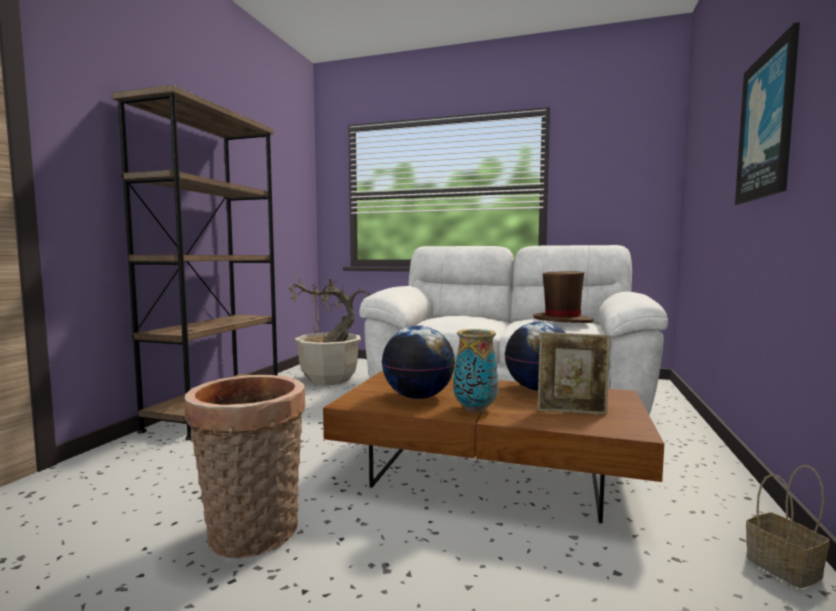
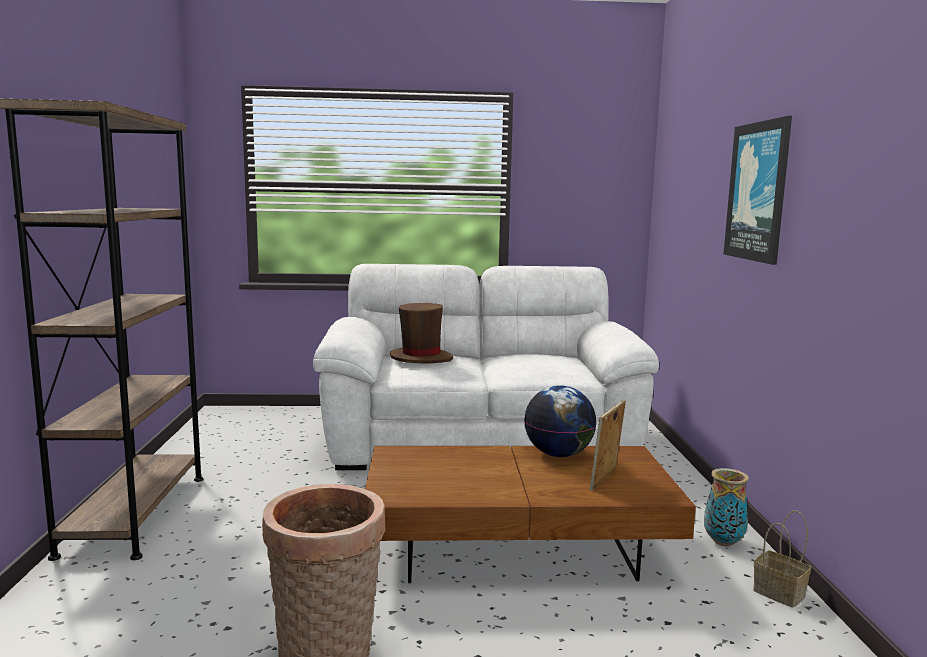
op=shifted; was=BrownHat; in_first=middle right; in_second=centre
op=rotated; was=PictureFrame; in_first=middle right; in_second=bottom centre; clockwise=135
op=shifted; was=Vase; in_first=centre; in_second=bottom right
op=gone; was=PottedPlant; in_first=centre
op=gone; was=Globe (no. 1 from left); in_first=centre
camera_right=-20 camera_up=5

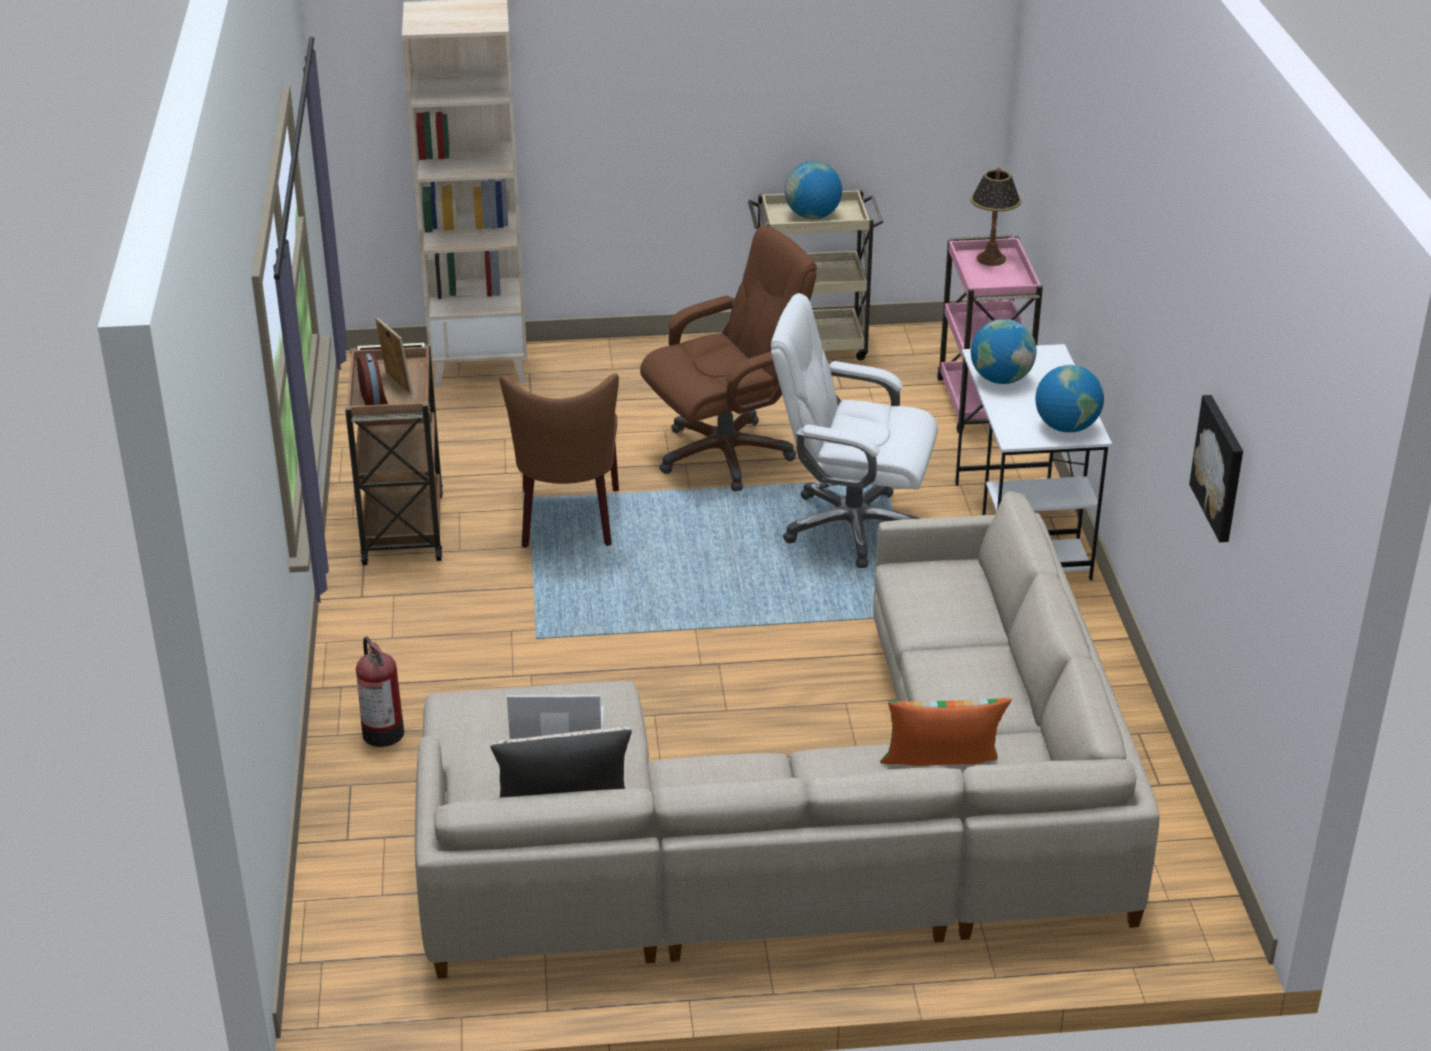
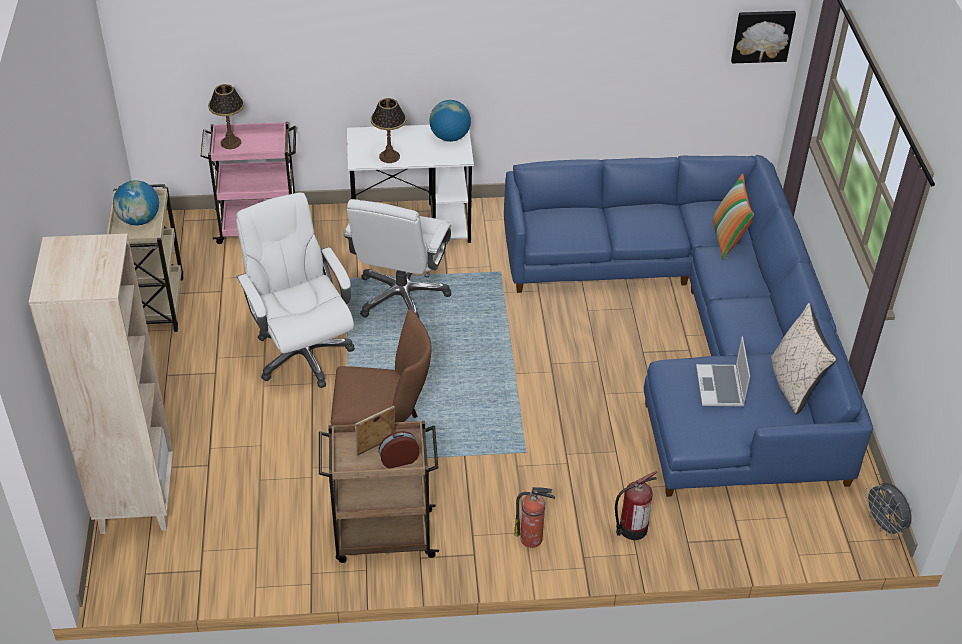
op=repainted; was=BrownOfficeChair; now=WhiteOfficeChair (no. 1 from left); in_first=centre; in_second=middle left
op=swapped; was=Globe (no. 2 from left); now=TableLamp (no. 2 from left); in_first=middle right; in_second=top centre
op=repainted; was=BeigeSofa; now=BlueSofa; in_first=bottom centre; in_second=middle right
op=new; now=FireExtinguisher (no. 1 from left); in_second=bottom centre
op=shifted; was=Picture; in_first=middle right; in_second=top right
op=new; now=GreyFan; in_second=bottom right
camera_right=-90 camera_up=10

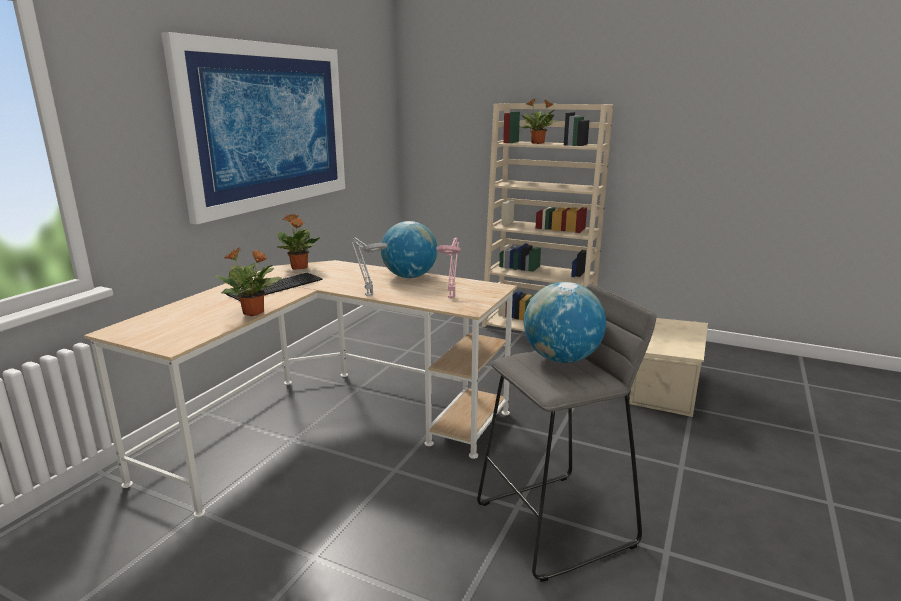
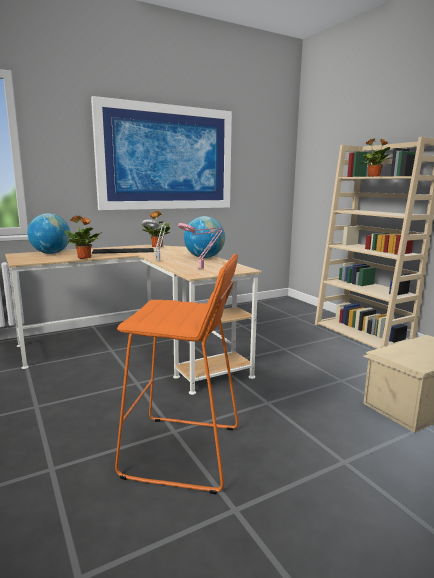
op=shifted; was=Globe (no. 2 from left in the first image); now=Globe (no. 1 from left); in_first=centre; in_second=middle left
op=repainted; was=GreyStool; now=OrangeStool; in_first=bottom centre; in_second=centre
camera_right=35 camera_up=-5

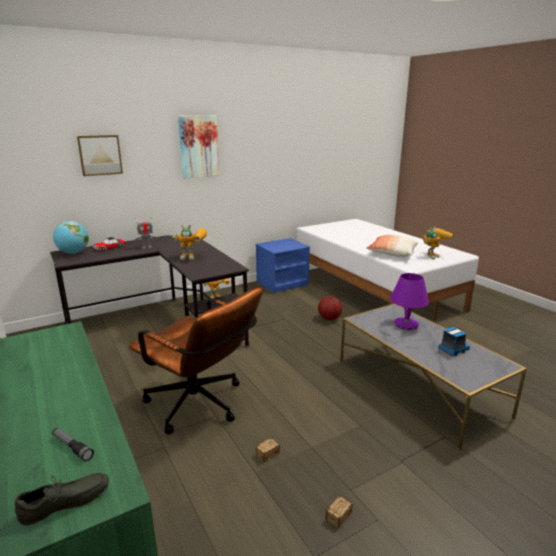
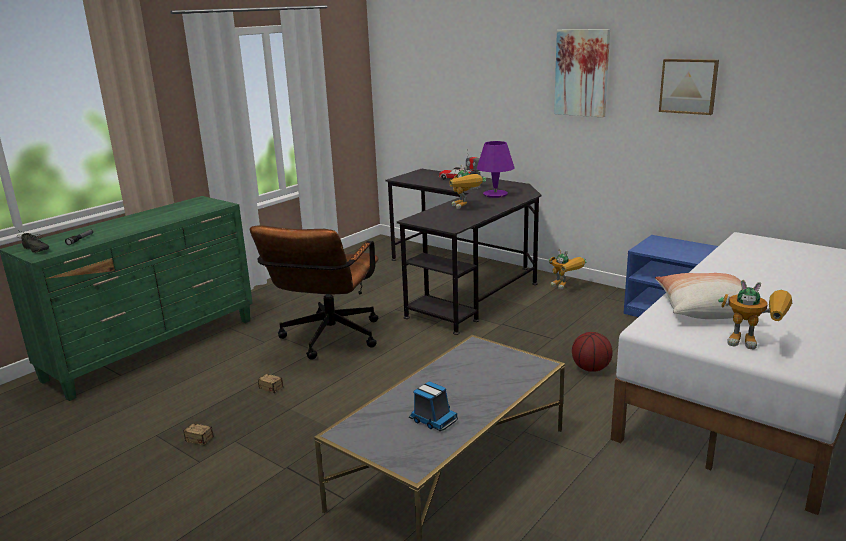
op=shifted; was=PurpleTableLamp; in_first=middle right; in_second=top centre
op=shifted; was=Picture (no. 1 from left in the first image); now=Picture (no. 2 from left); in_first=top left; in_second=top right
op=gone; was=Globe; in_first=middle left
camera_right=70 camera_up=0

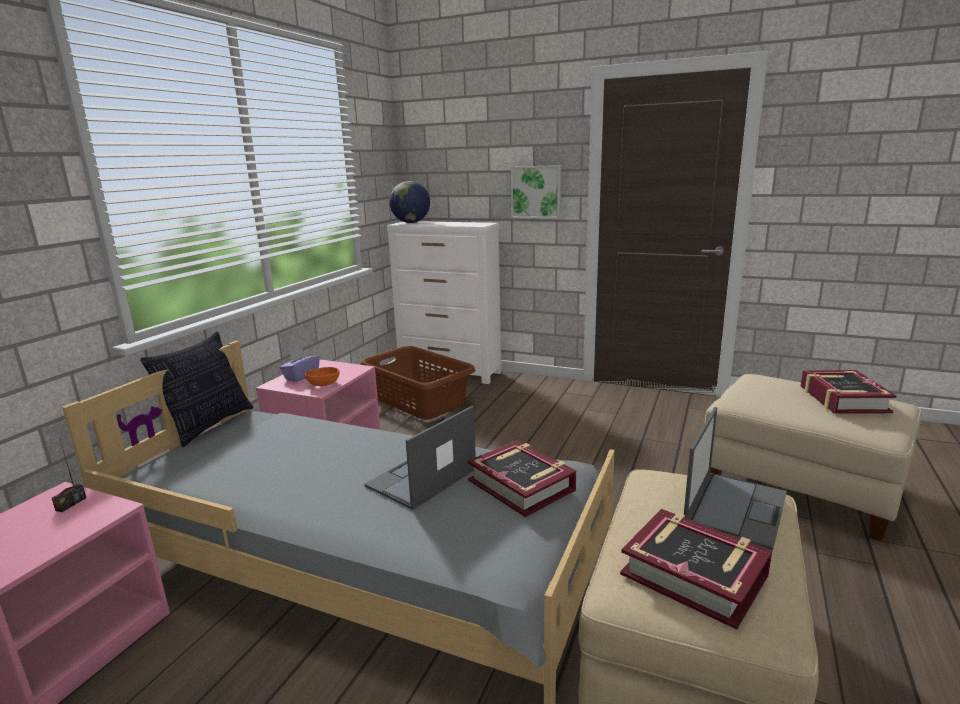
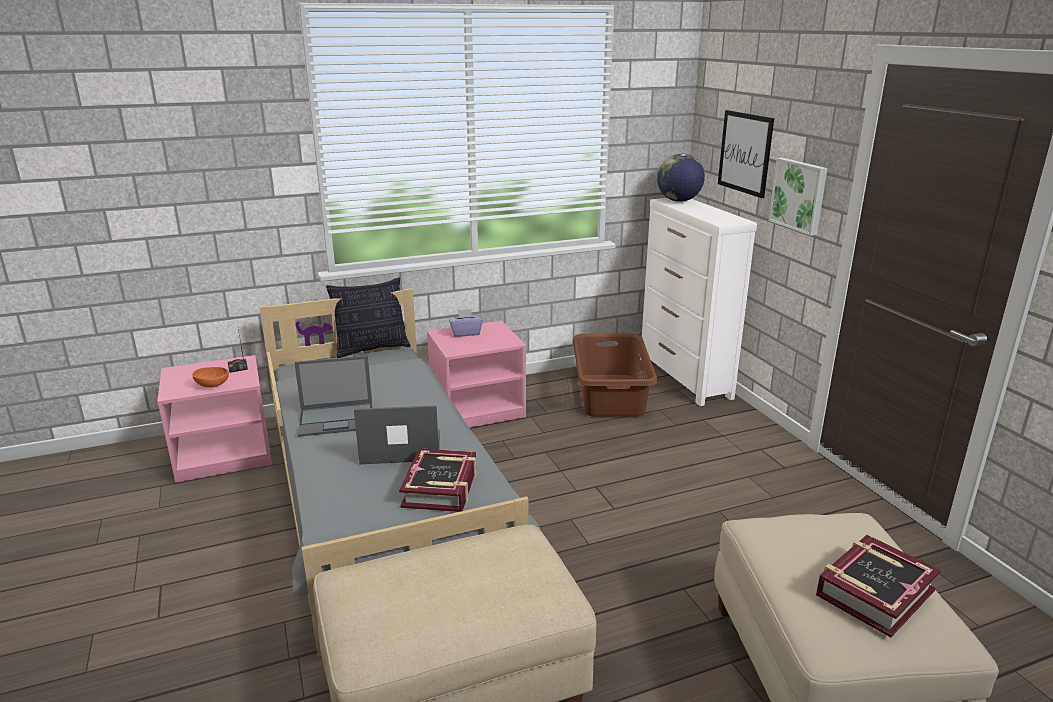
op=shifted; was=OrangeBowl; in_first=centre; in_second=middle left
op=shifted; was=Laptop (no. 2 from left in the first image); now=Laptop (no. 1 from left); in_first=bottom right; in_second=middle left
op=new; now=Picture (no. 1 from left); in_second=top right
op=gone; was=Book (no. 2 from left); in_first=bottom right
camera_right=45 camera_up=5

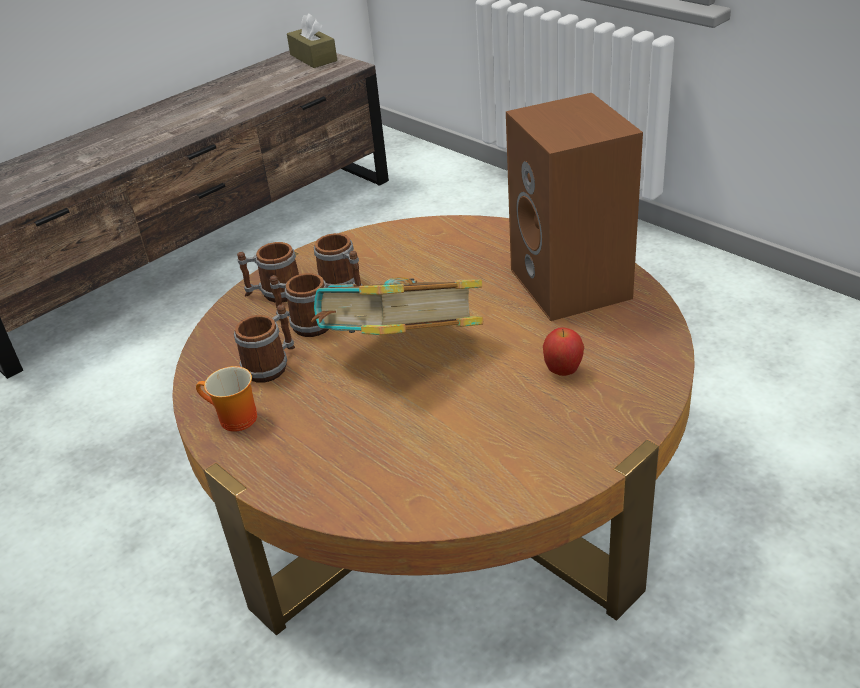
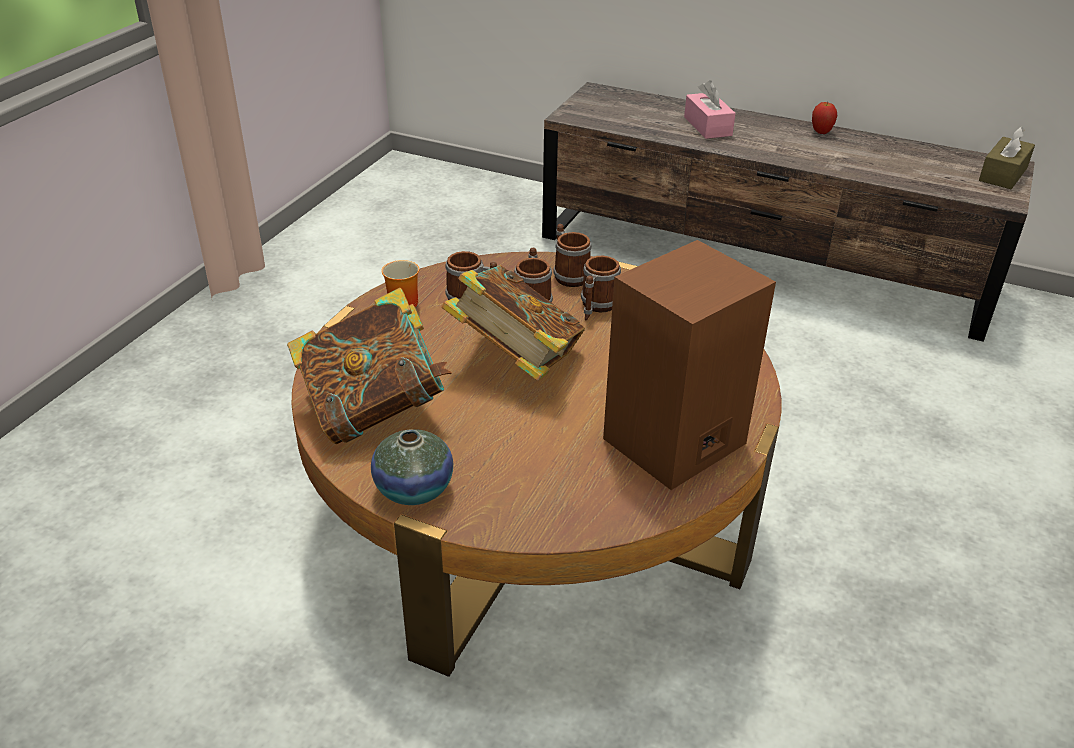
op=new; now=Book (no. 1 from left); in_second=centre
op=new; now=Vase; in_second=centre
op=new; now=PinkTissueBox; in_second=top centre
op=shifted; was=Apple; in_first=centre; in_second=top right
camera_right=65 camera_up=0

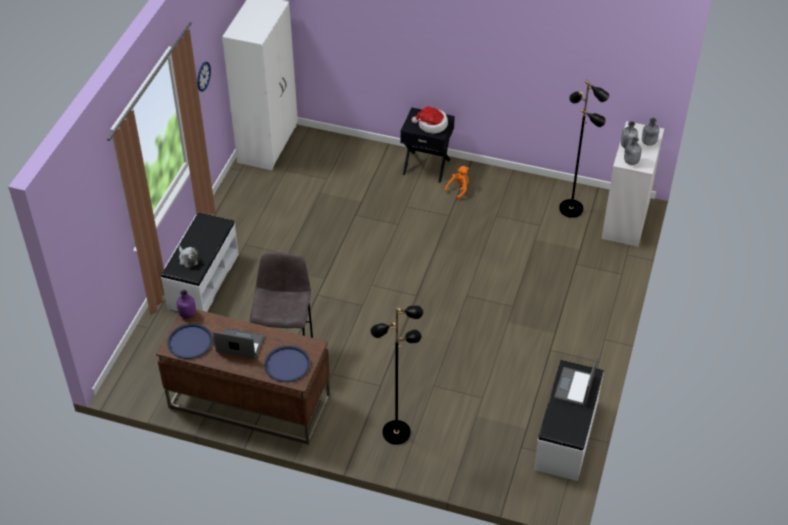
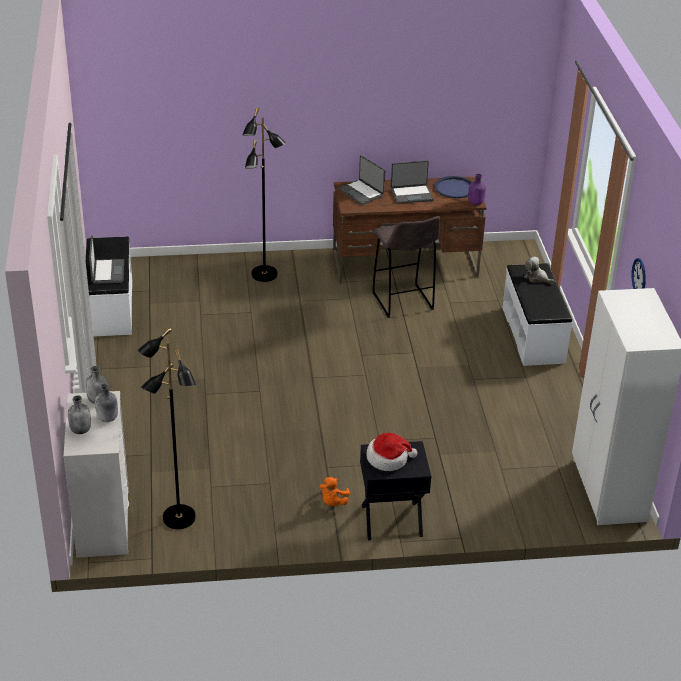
op=swapped; was=BlueTray (no. 2 from left); now=Laptop (no. 2 from left); in_first=bottom centre; in_second=top centre
camera_right=155 camera_up=-10

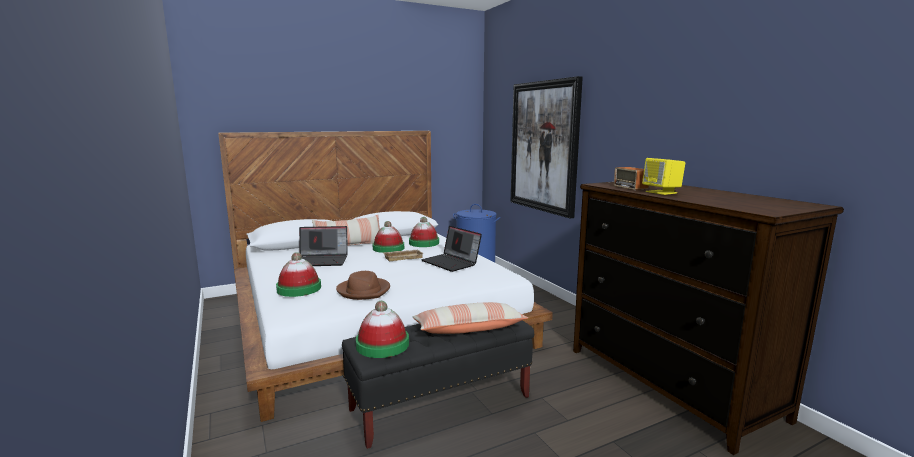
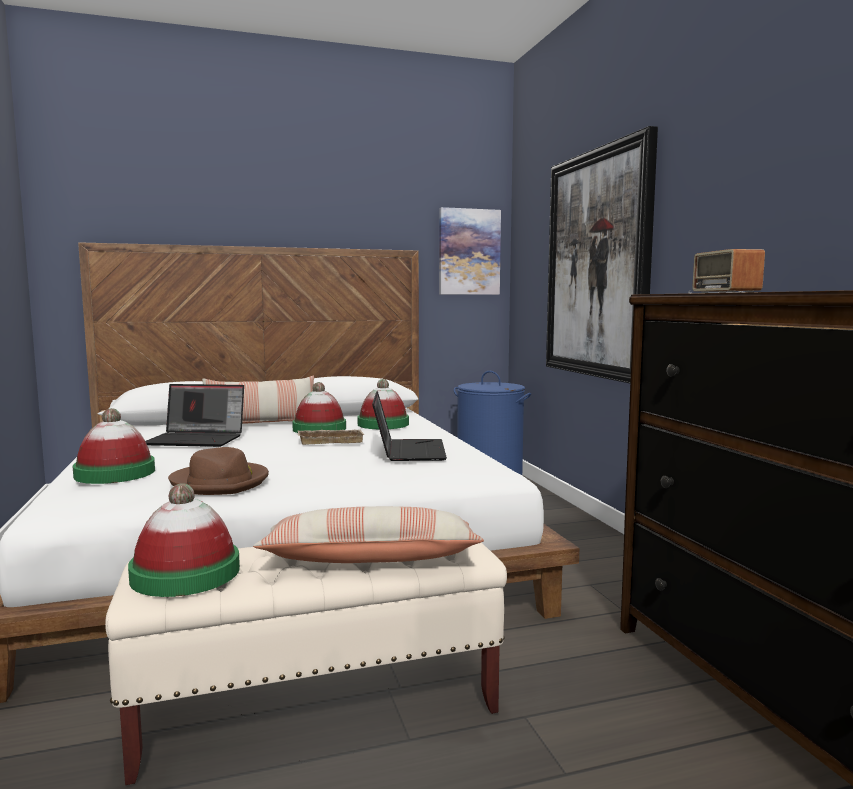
op=repainted; was=BlackBench; now=BeigeBench; in_first=bottom centre; in_second=bottom centre
op=rotated; was=Laptop (no. 2 from left); in_first=centre; in_second=centre; clockwise=-150
op=new; now=Picture (no. 1 from left); in_second=top centre
op=gone; was=YellowSpeaker; in_first=middle right
camera_right=10 camera_up=-5

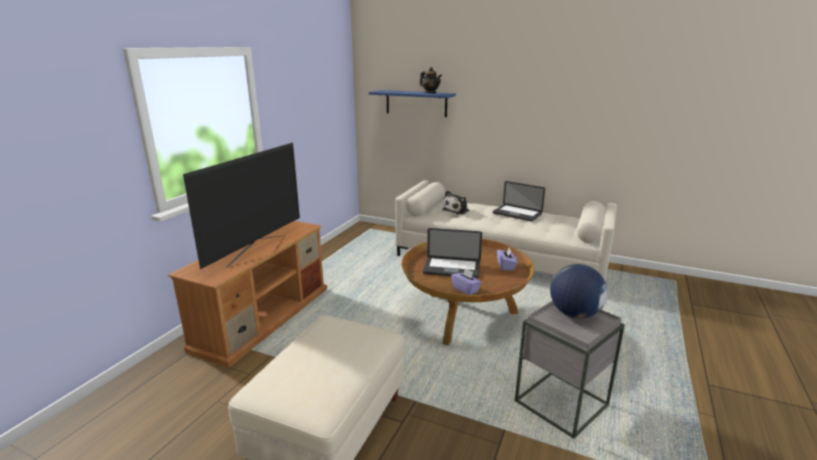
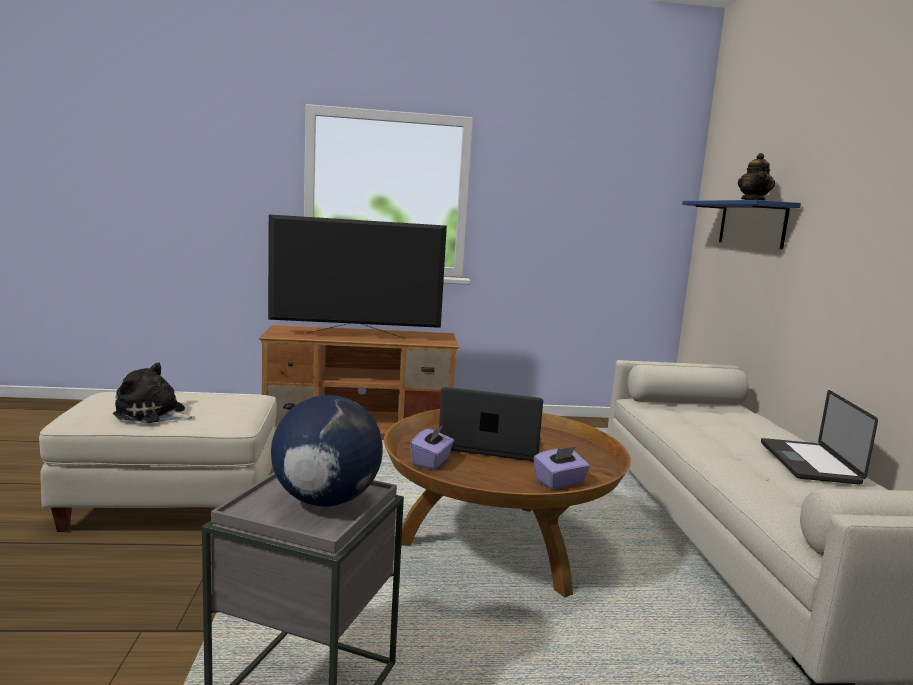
op=shifted; was=PlushToy; in_first=centre; in_second=middle left
op=rotated; was=Laptop (no. 1 from left); in_first=centre; in_second=centre; clockwise=120
camera_right=60 camera_up=-10

